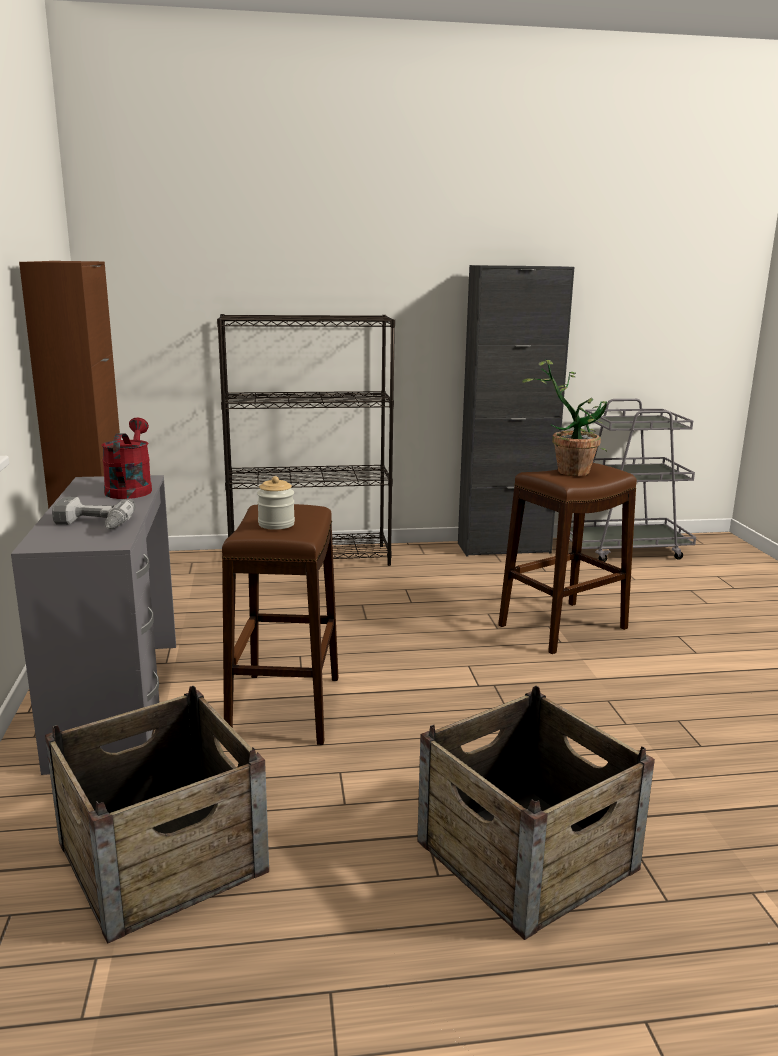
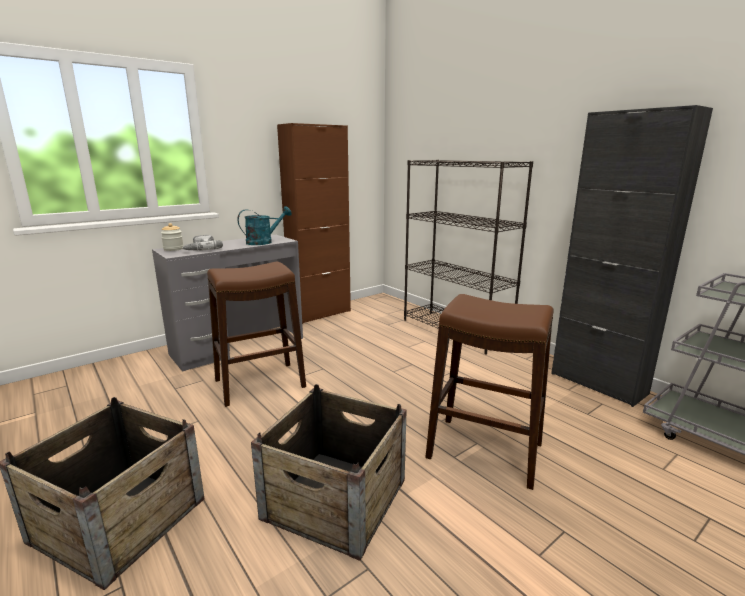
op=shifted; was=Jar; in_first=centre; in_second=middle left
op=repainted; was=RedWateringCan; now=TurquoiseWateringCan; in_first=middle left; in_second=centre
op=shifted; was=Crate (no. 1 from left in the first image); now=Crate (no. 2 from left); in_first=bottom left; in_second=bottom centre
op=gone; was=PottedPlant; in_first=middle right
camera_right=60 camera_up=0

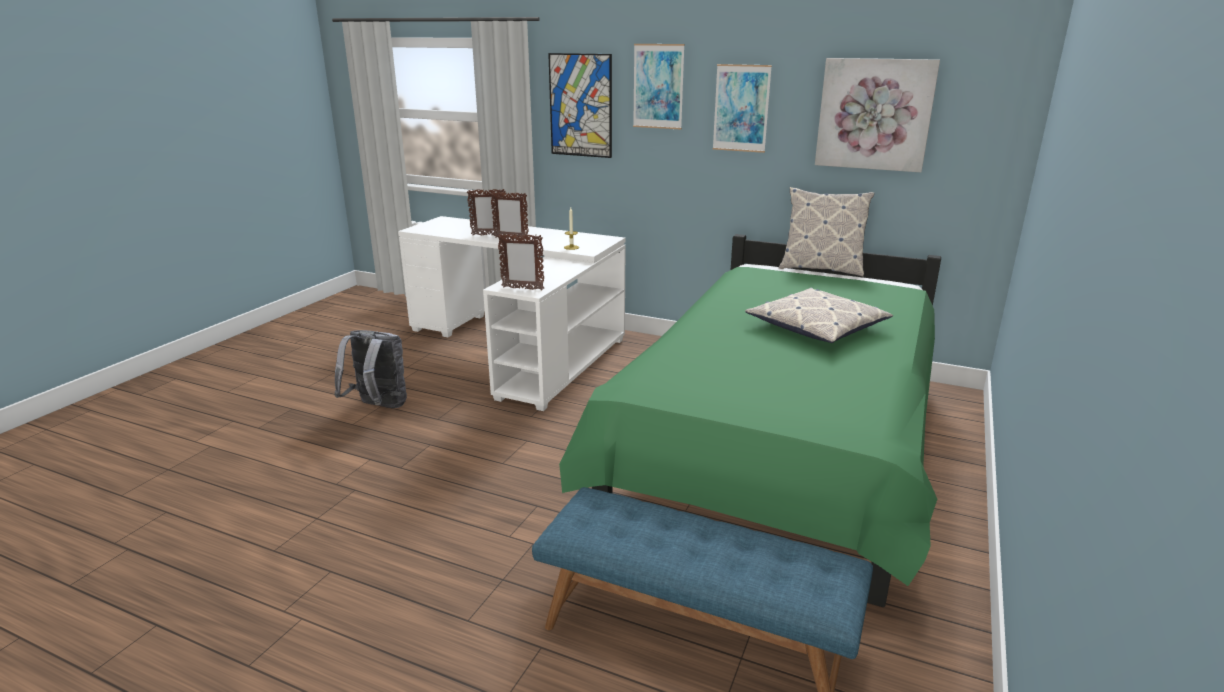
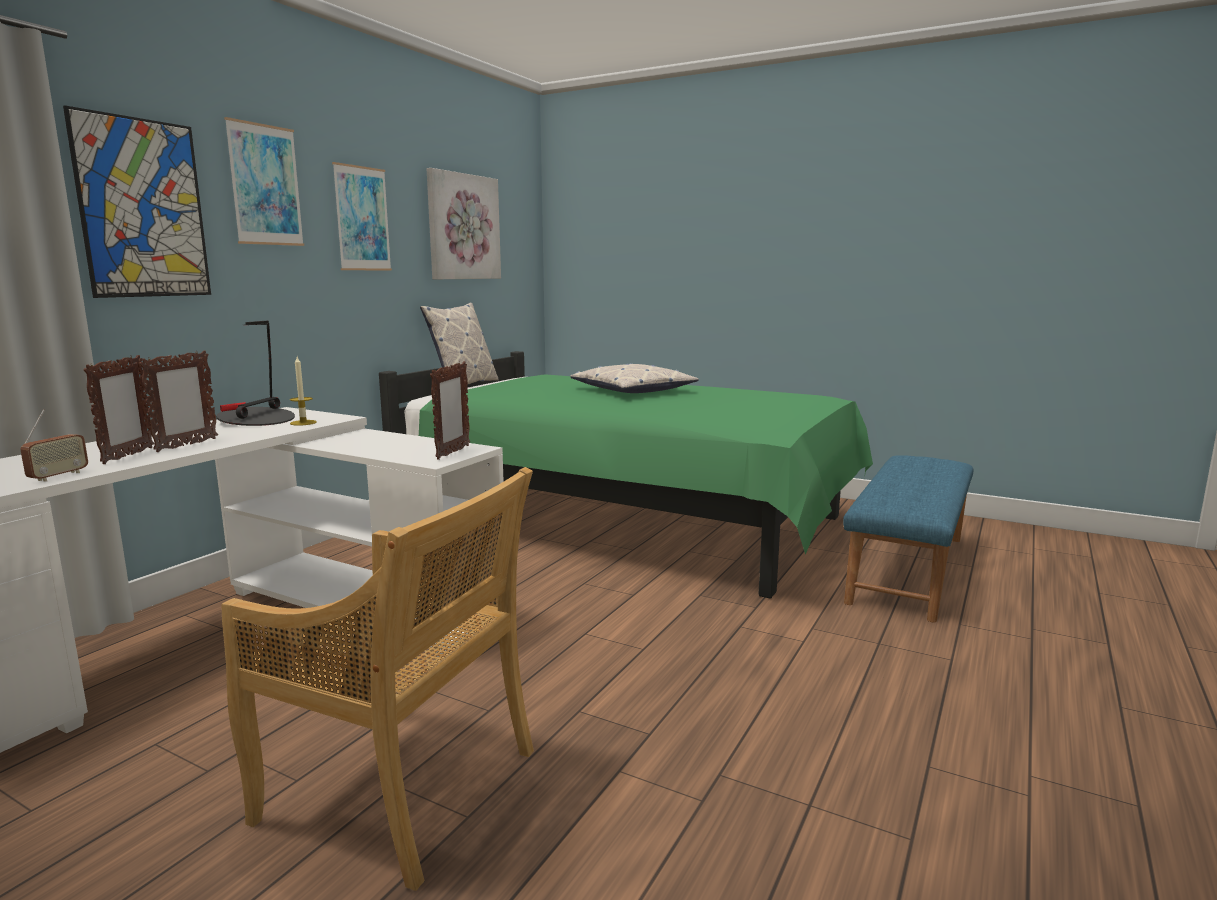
op=new; now=Radio; in_second=middle left
op=new; now=TableLamp; in_second=middle left
op=swapped; was=GreyBackpack; now=BeigeChair; in_first=middle left; in_second=bottom left
camera_right=-85 camera_up=-10

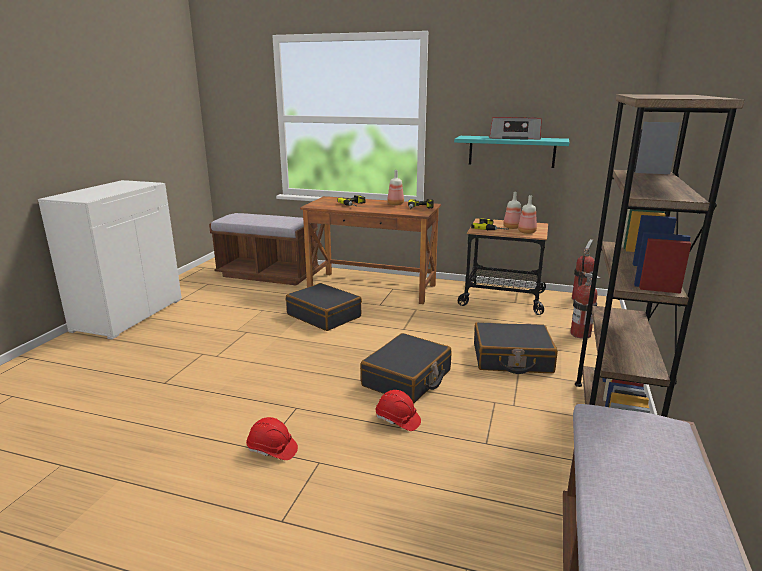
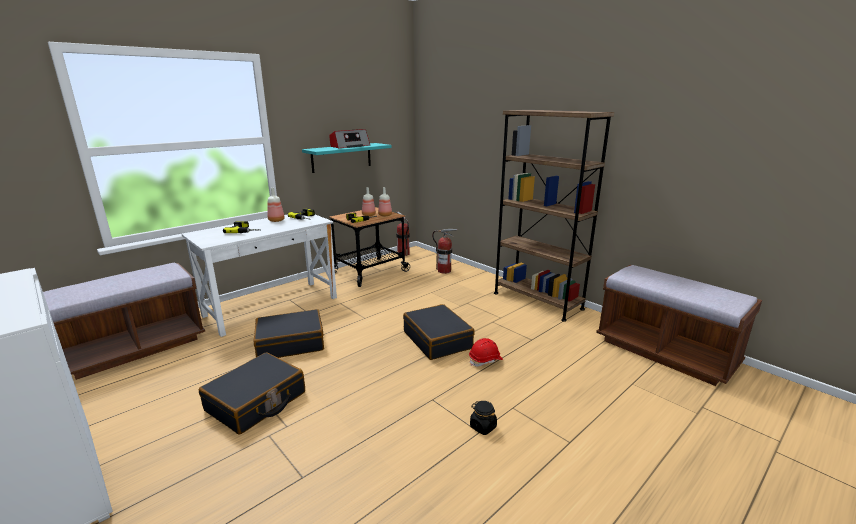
op=repainted; was=BrownDesk; now=WhiteDesk; in_first=centre; in_second=middle left
op=shifted; was=BlackSuitcase (no. 3 from left in the first image); now=BlackSuitcase (no. 1 from left); in_first=middle right; in_second=bottom left
op=swapped; was=RedHardHat (no. 1 from left); now=BlackJar; in_first=bottom centre; in_second=bottom centre
camera_right=-60 camera_up=0

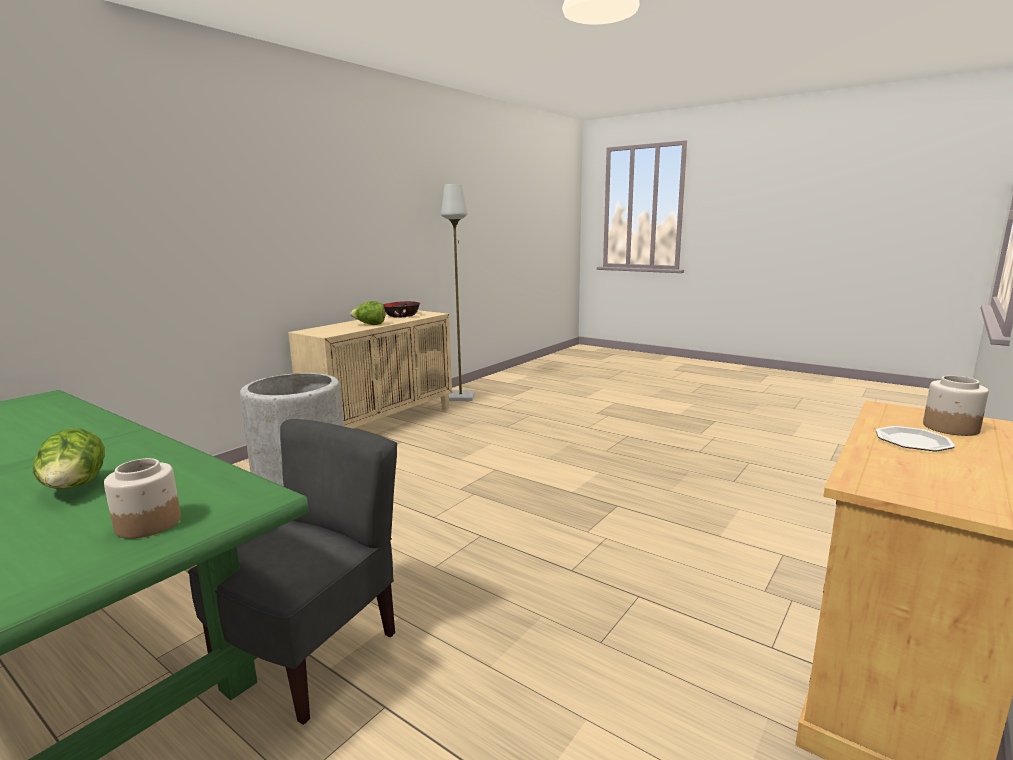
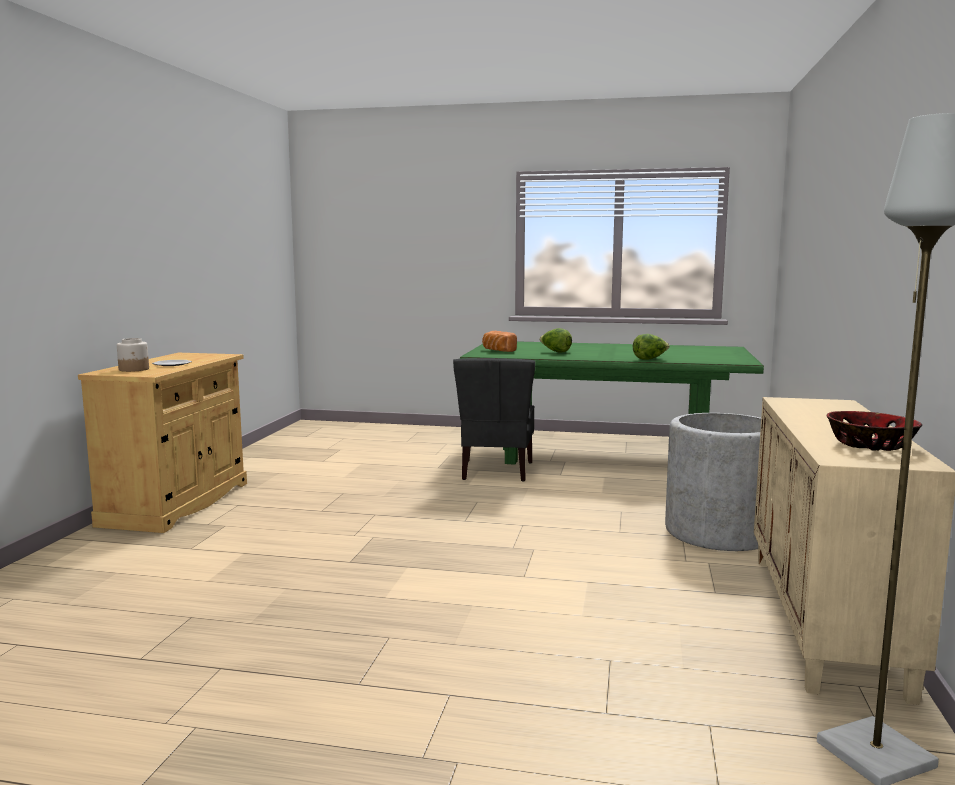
op=swapped; was=Jar (no. 1 from left); now=Bread; in_first=middle left; in_second=centre
op=shifted; was=Lettuce (no. 2 from left); in_first=centre; in_second=middle right
camera_right=155 camera_up=-5

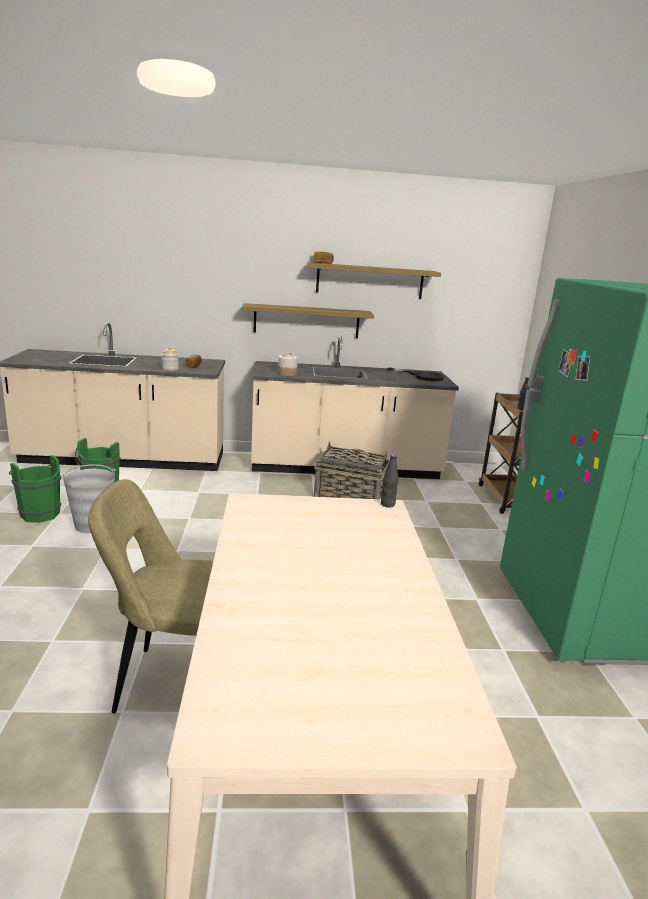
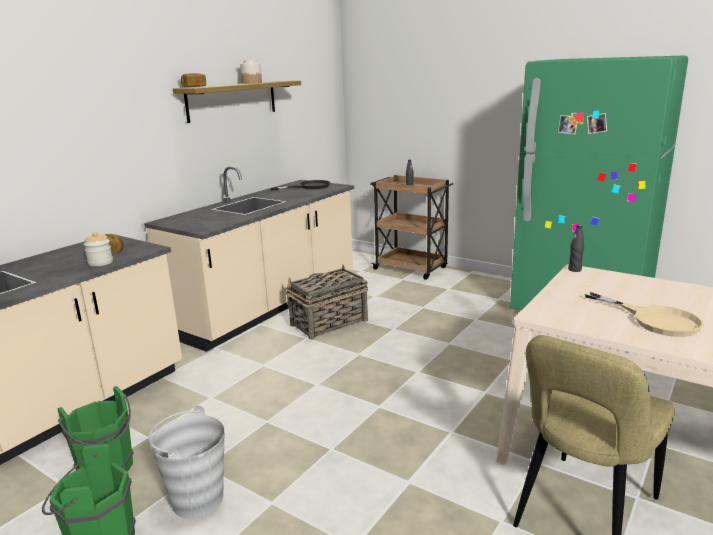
op=shifted; was=Jar (no. 2 from left); in_first=centre; in_second=top centre
op=new; now=BeigeFryingPan; in_second=middle right
op=gone; was=Shelf (no. 1 from left); in_first=centre
camera_right=-50 camera_up=0

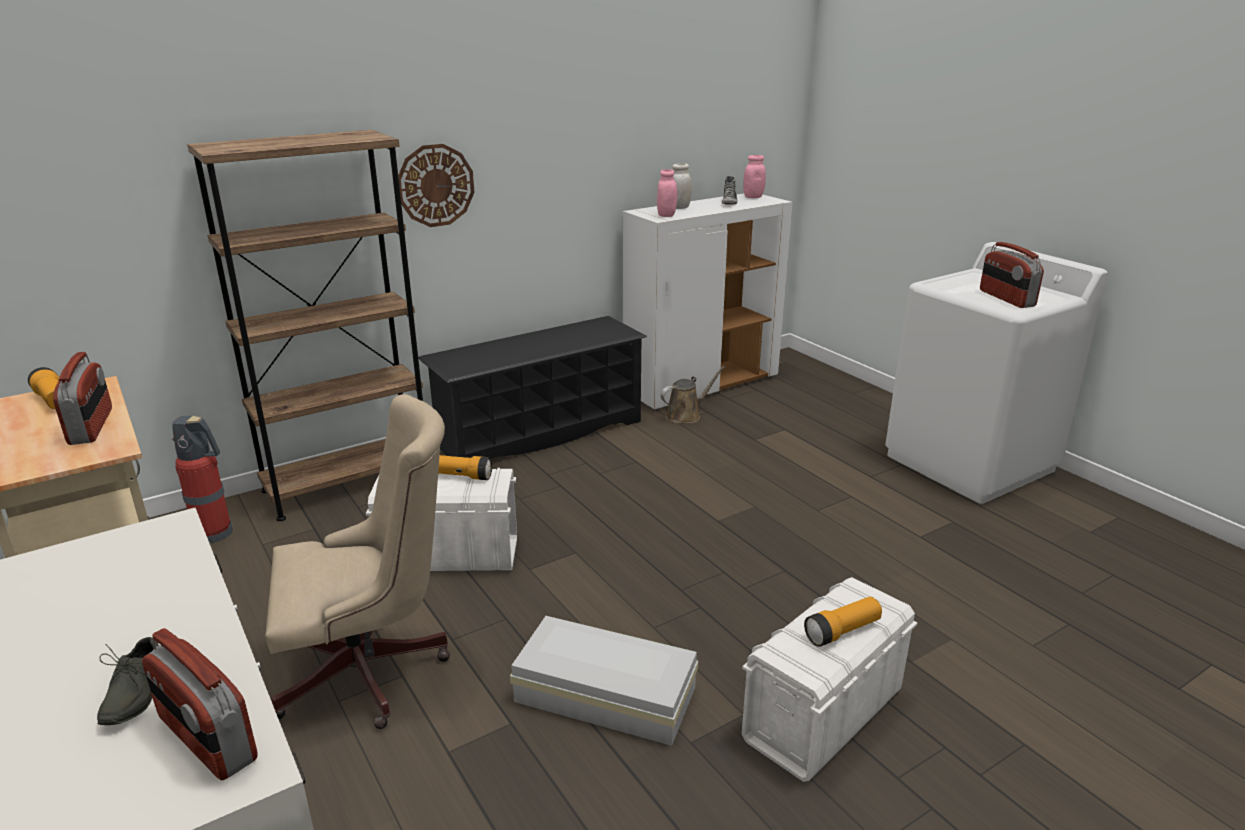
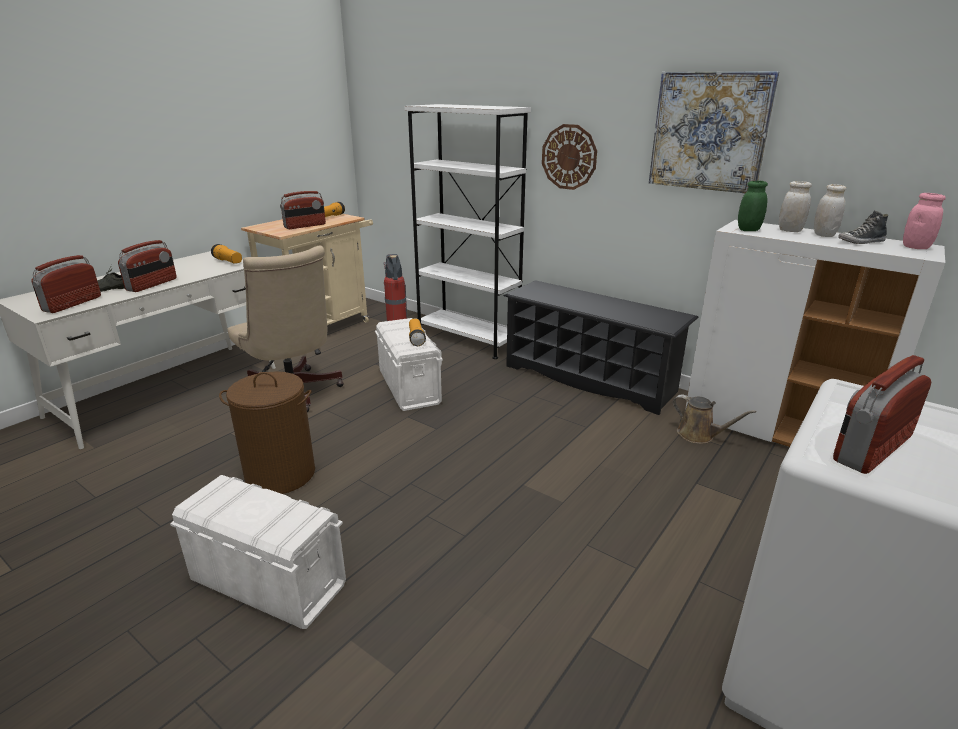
op=new; now=Radio (no. 2 from left); in_second=middle left
op=shifted; was=Flashlight (no. 3 from left in the first image); now=Flashlight (no. 1 from left); in_first=bottom right; in_second=middle left
op=swapped; was=WhiteStorageBox (no. 2 from left); now=BrownLaundryBasket; in_first=bottom centre; in_second=middle left
op=repainted; was=BrownBookcase; now=WhiteBookcase; in_first=middle left; in_second=top centre
op=new; now=Picture; in_second=top right
op=repainted; was=PinkJar (no. 1 from left); now=GreenJar; in_first=top centre; in_second=top right
op=new; now=WhiteJar (no. 2 from left); in_second=top right
camera_right=70 camera_up=0

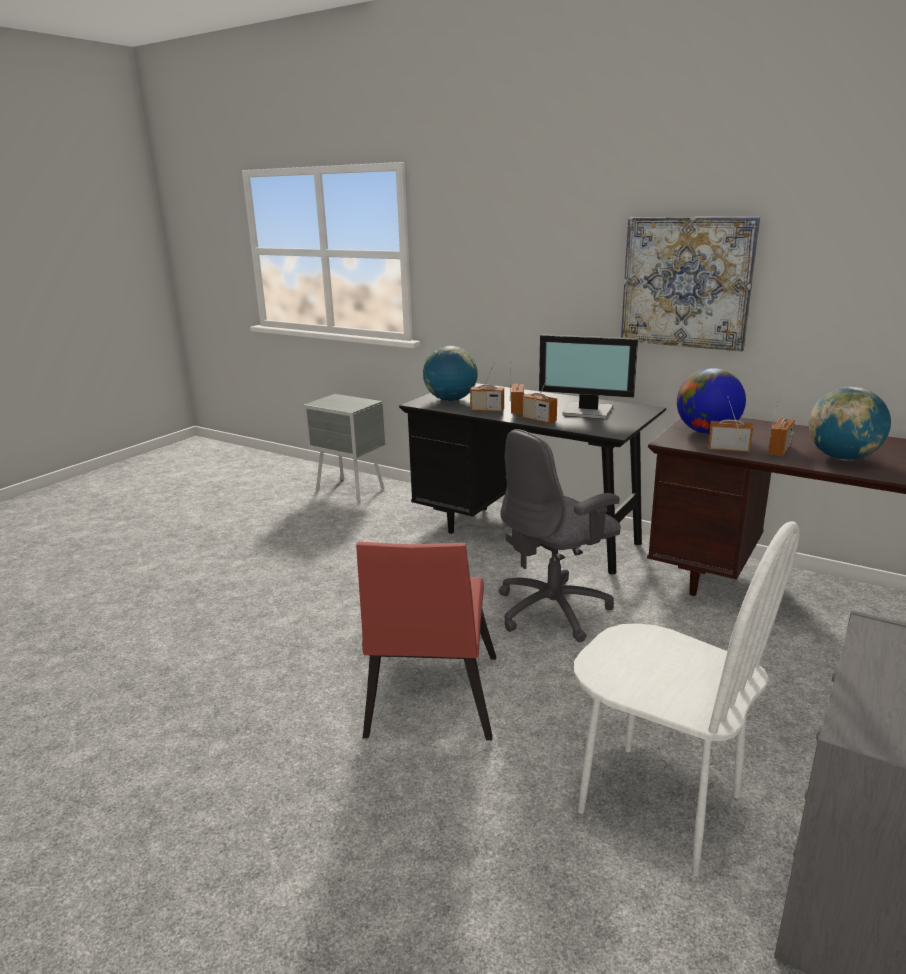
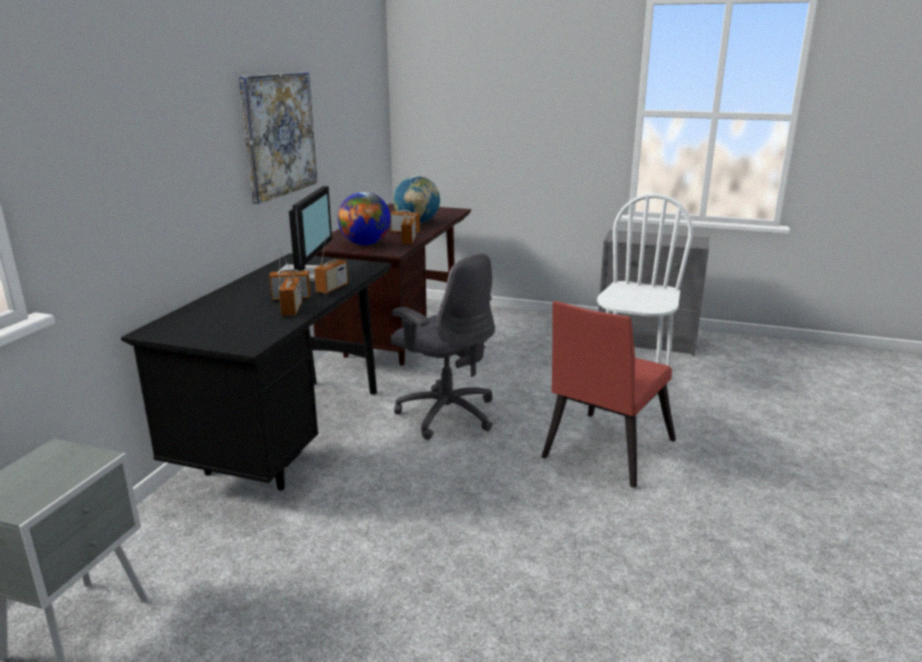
op=rotated; was=RedChair; in_first=centre; in_second=centre; clockwise=135
op=gone; was=Globe (no. 1 from left); in_first=centre
camera_right=-105 camera_up=0

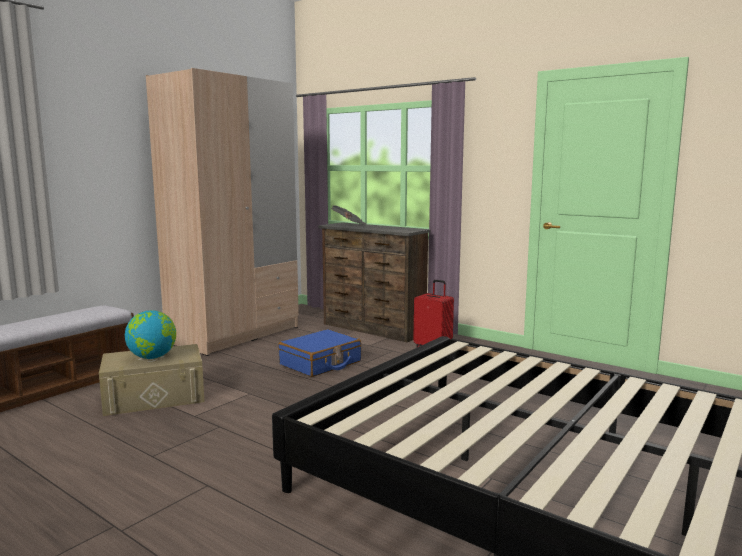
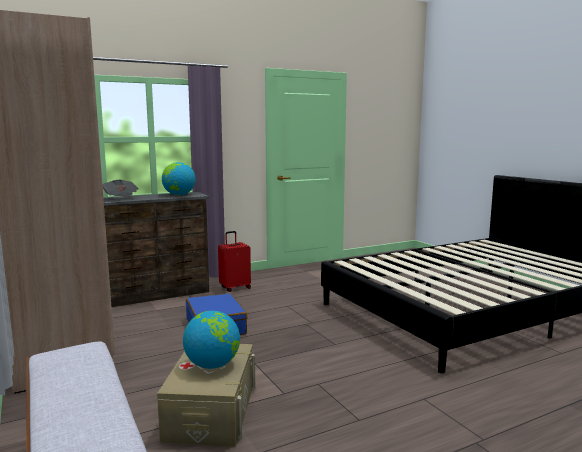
op=new; now=Globe (no. 1 from left); in_second=middle left
camera_right=-65 camera_up=0

